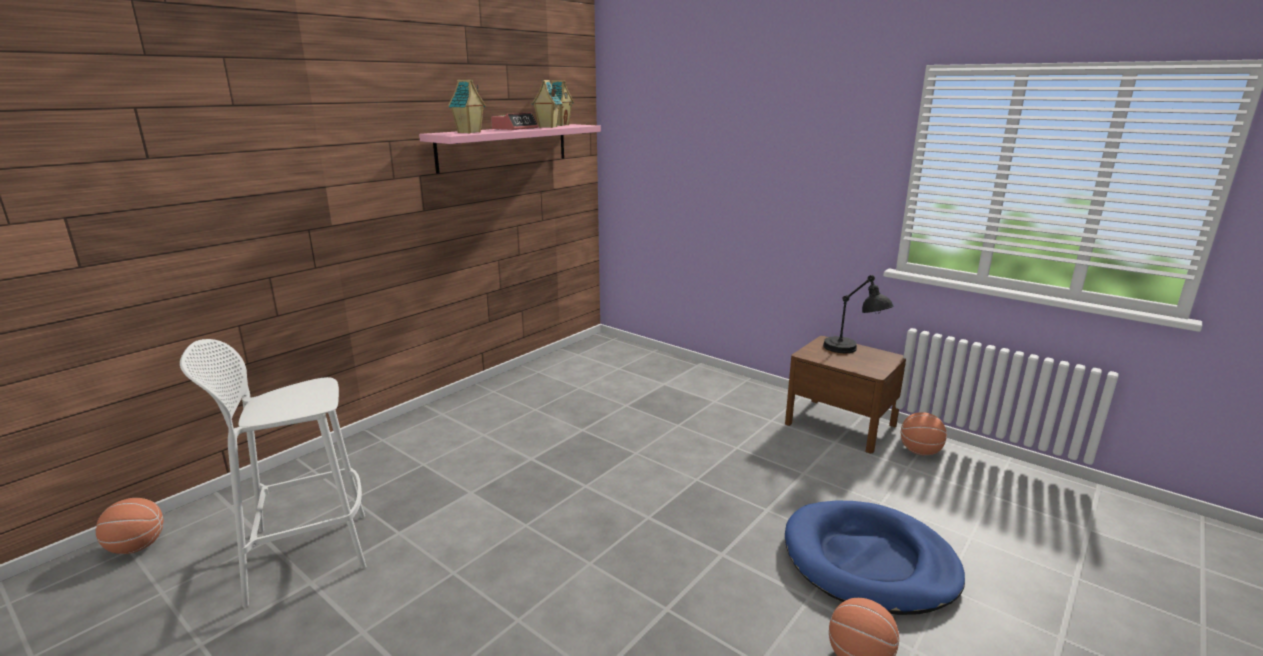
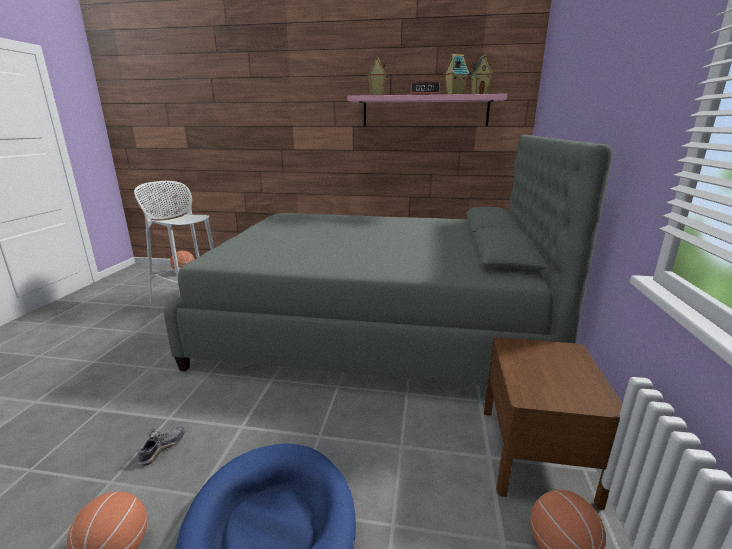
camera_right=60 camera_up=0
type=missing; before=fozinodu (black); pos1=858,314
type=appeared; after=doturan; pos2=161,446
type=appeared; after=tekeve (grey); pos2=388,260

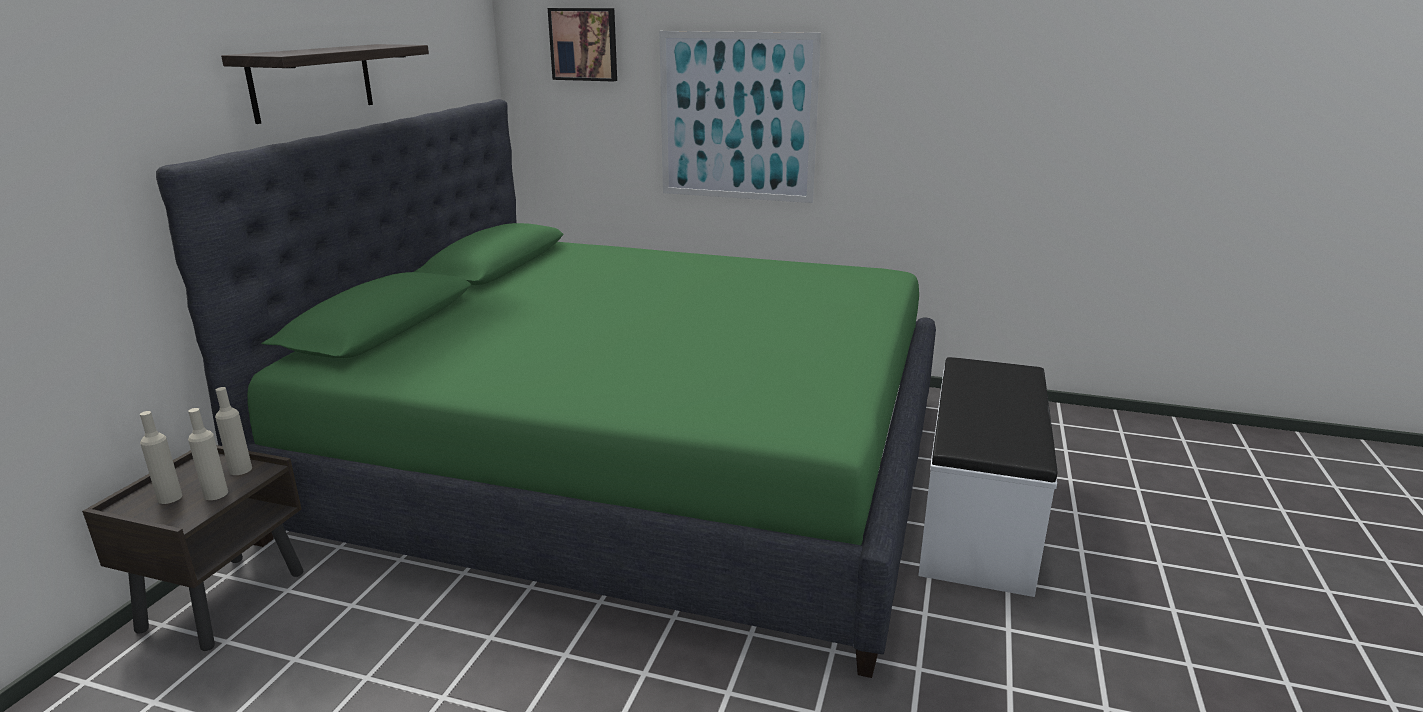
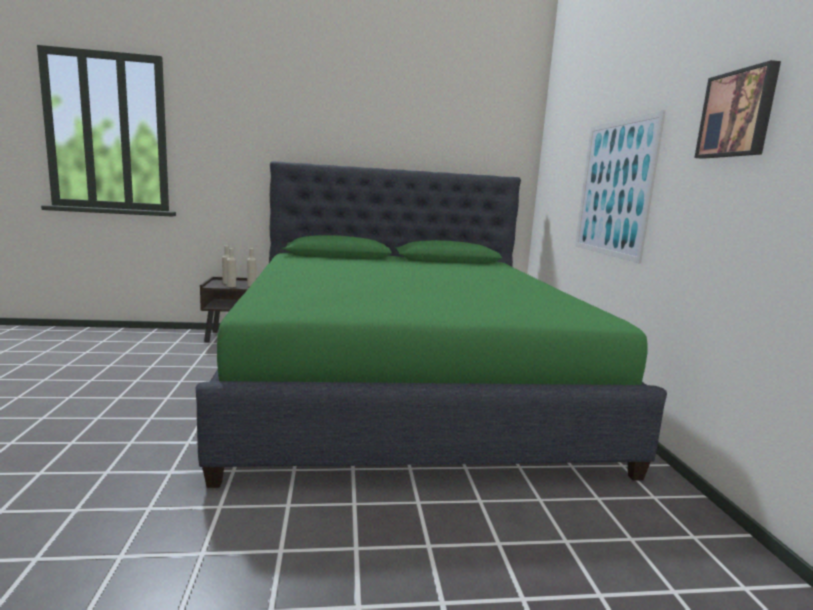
camera_right=65 camera_up=-10
type=missing; before=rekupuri; pos1=325,84
type=missing; before=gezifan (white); pos1=987,477
type=relocated; before=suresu; pos1=582,45; pos2=737,109

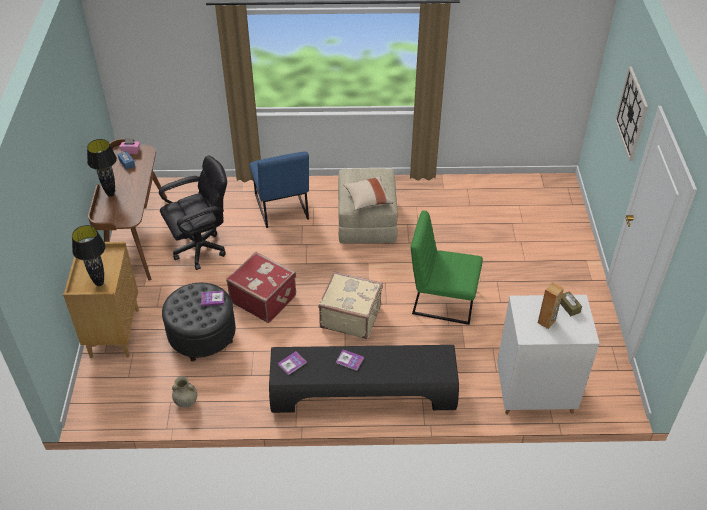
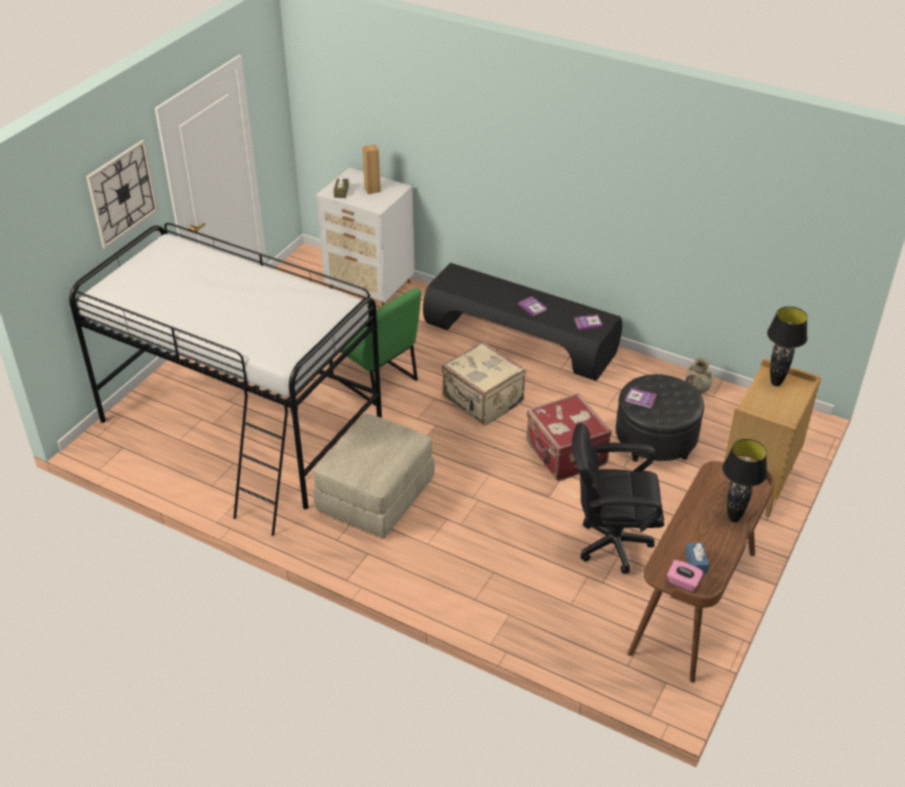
camera_right=-150 camera_up=-5
type=missing; before=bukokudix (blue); pos1=279,190
type=missing; before=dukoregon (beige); pos1=368,193
type=appeared; after=tekeve (black); pos2=225,379

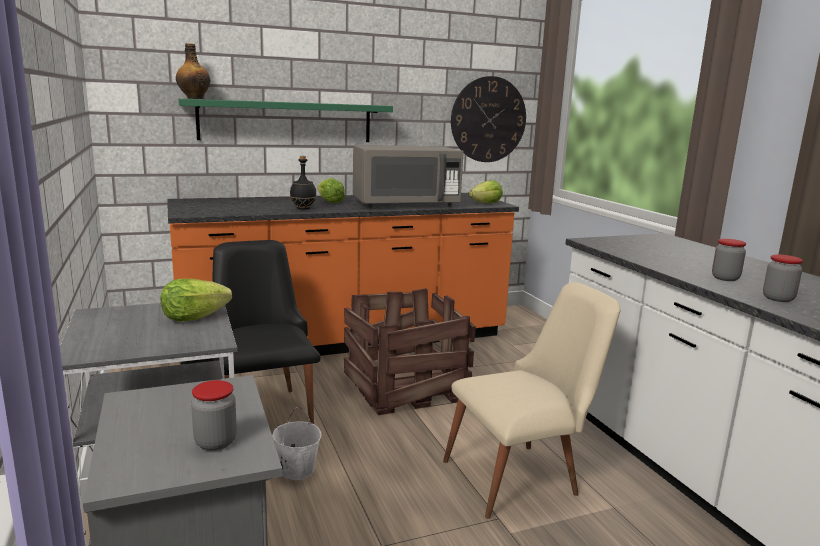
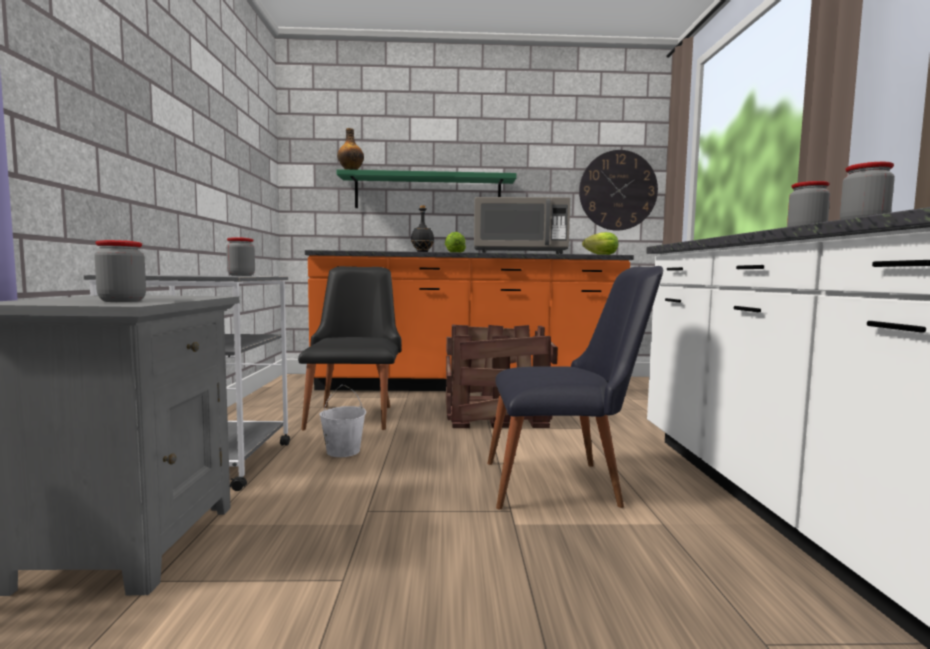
camera_right=20 camera_up=-10
type=exchanged; before=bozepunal; after=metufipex; pos1=196,300; pos2=240,256
type=colour; before=bukokudix (beige); after=bukokudix (black); pos1=531,400; pos2=575,387

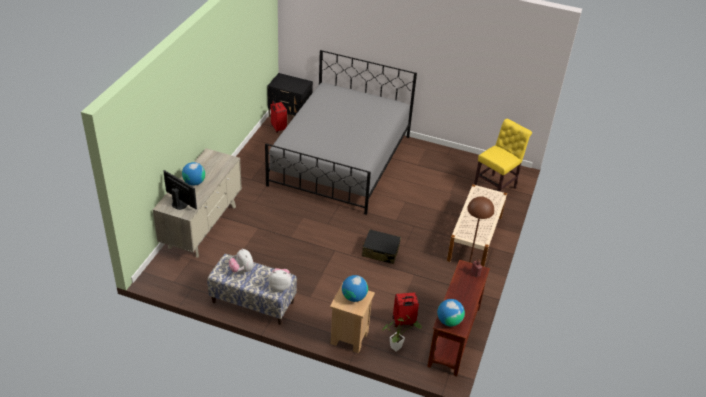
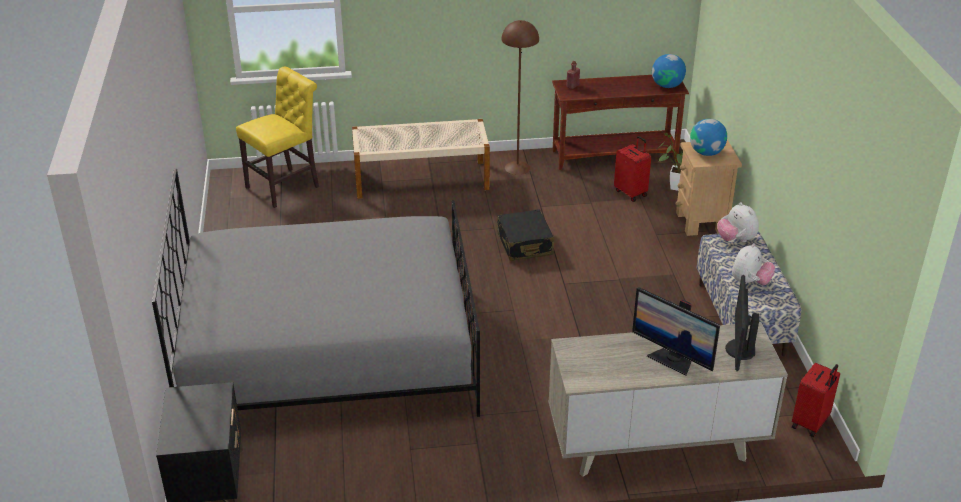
camera_right=-115 camera_up=-5
type=relocated; before=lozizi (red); pos1=279,116; pos2=816,400
type=exchanged; before=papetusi; after=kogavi; pos1=193,174; pos2=676,332
type=spun; before=bukokudix (yellow); pos1=503,155; pos2=277,137; turn=120

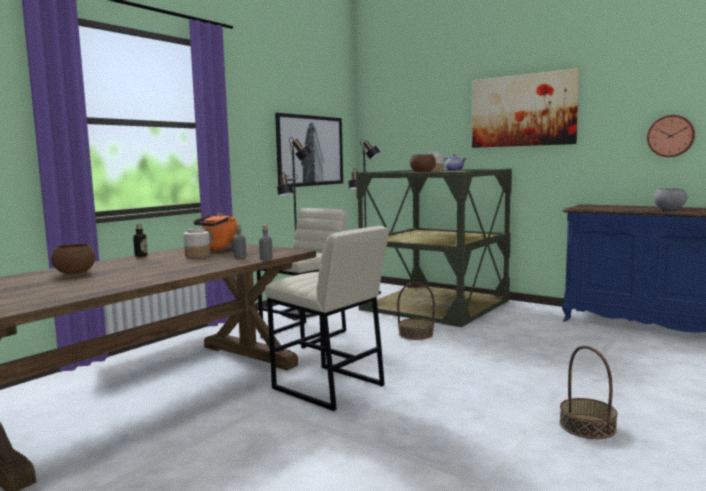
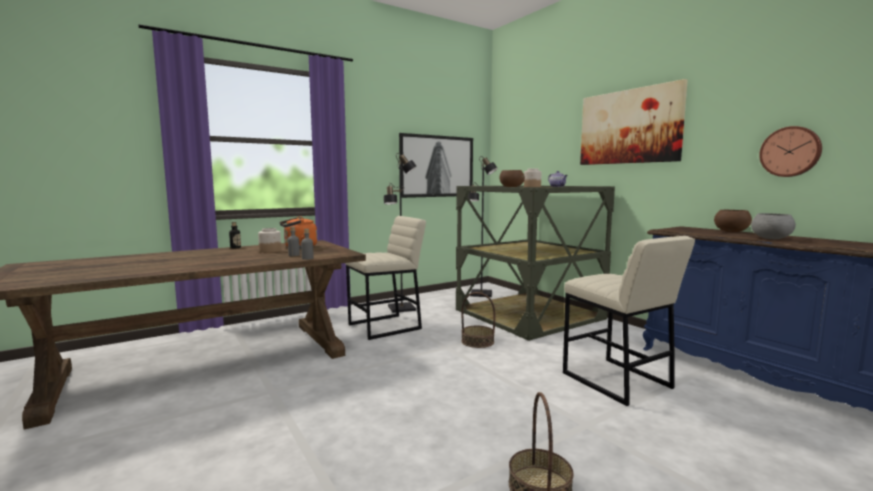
camera_right=20 camera_up=0
type=relocated; before=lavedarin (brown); pos1=73,259; pos2=733,221
type=relocated; before=bukokudix (beige); pos1=327,318; pos2=629,321

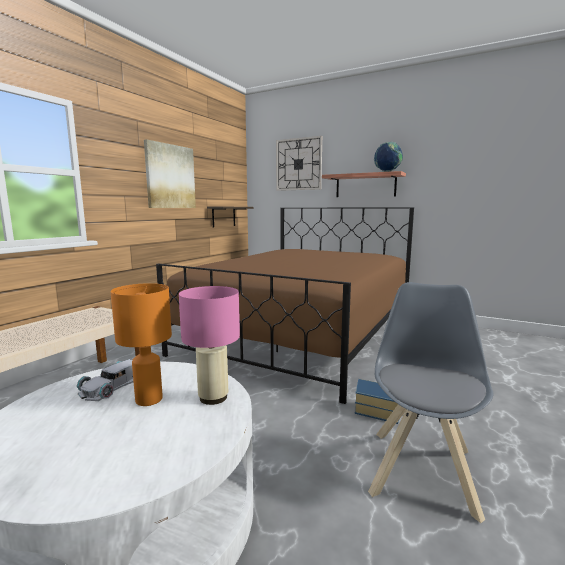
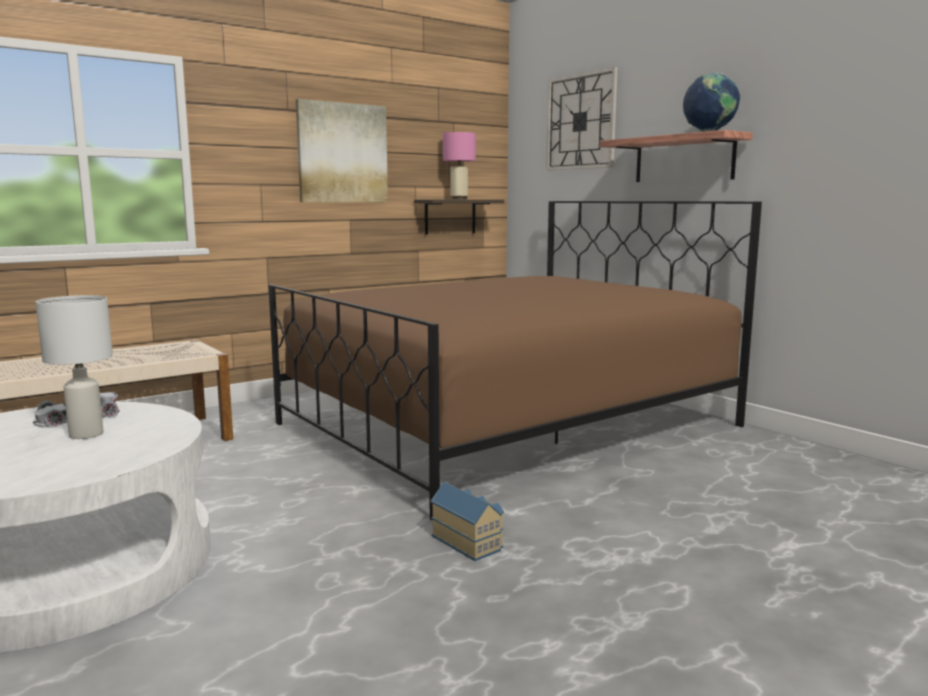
camera_right=25 camera_up=0
type=missing; before=bukokudix (grey); pos1=431,402
type=relocated; before=fozinodu (pink); pos1=209,345; pos2=459,165
type=colour; before=fozinodu (orange); after=fozinodu (white); pos1=141,344; pos2=74,367

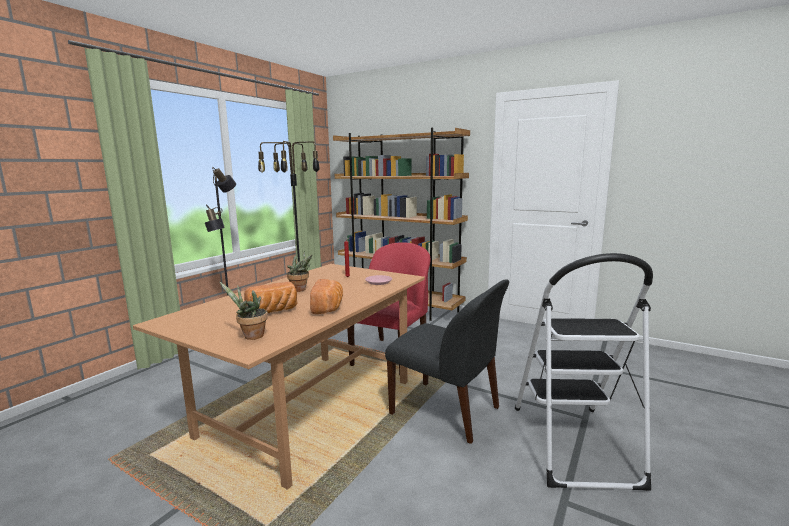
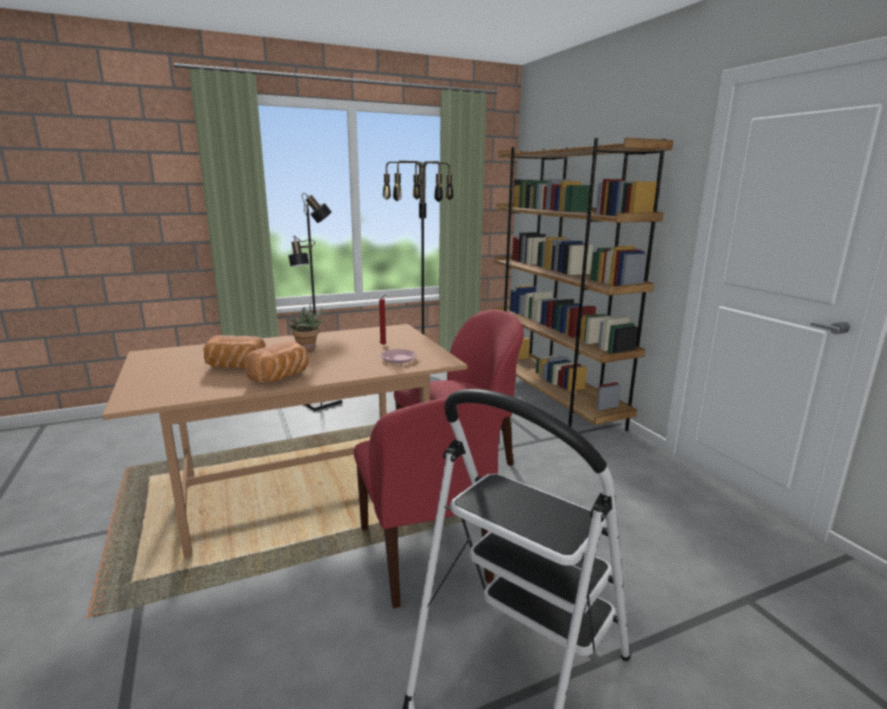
camera_right=35 camera_up=5
type=missing; before=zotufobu; pos1=243,311
type=colour; before=bukokudix (black); after=bukokudix (red); pos1=447,361; pos2=430,503

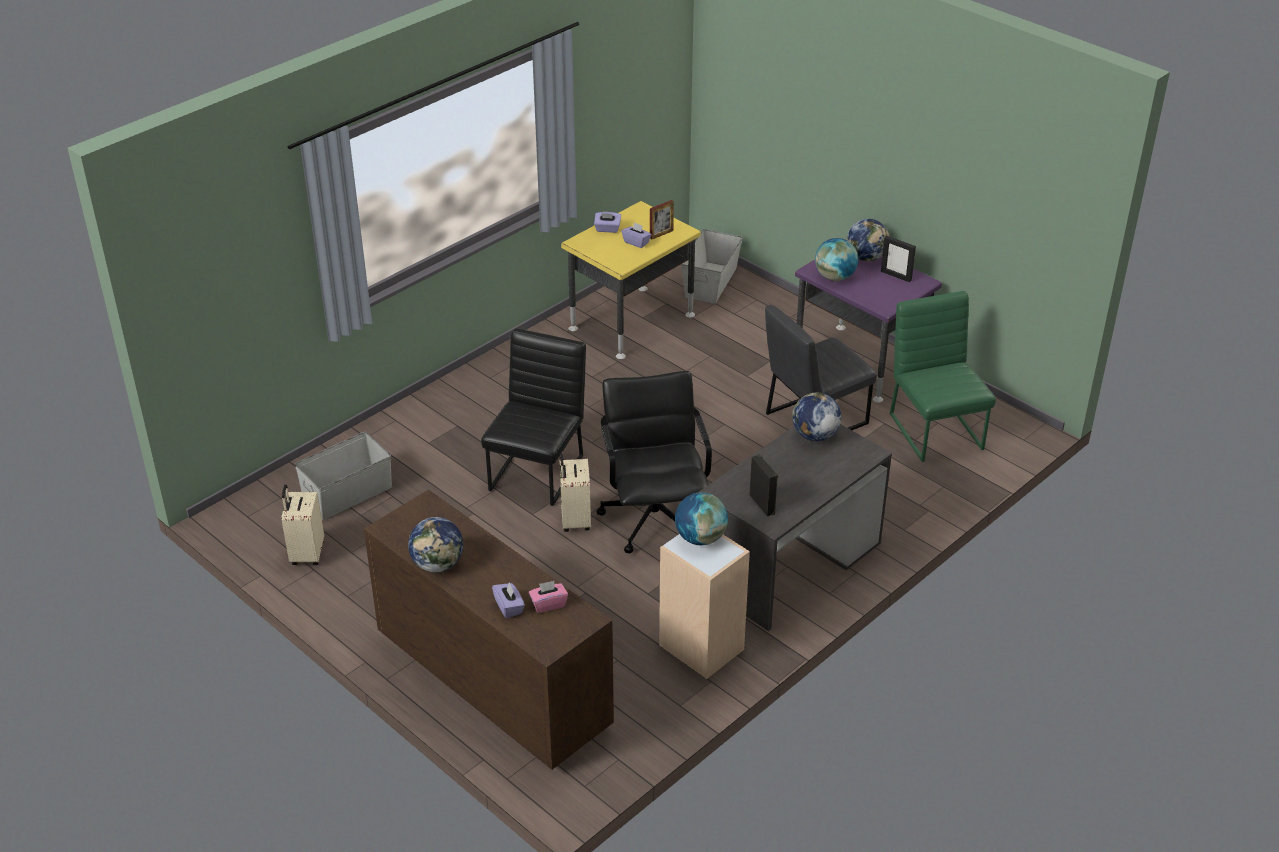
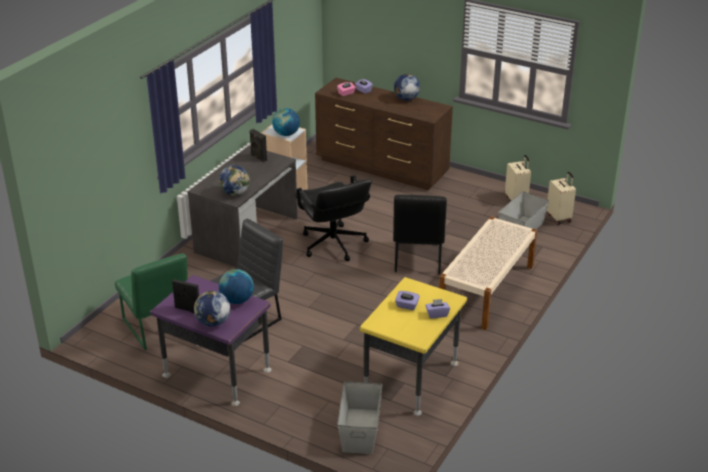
camera_right=165 camera_up=-5
type=missing; before=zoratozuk; pos1=662,219
type=appeared; after=gezifan (beige); pos2=488,273
type=relocated; before=lozizi (beige); pos1=575,492; pos2=561,198

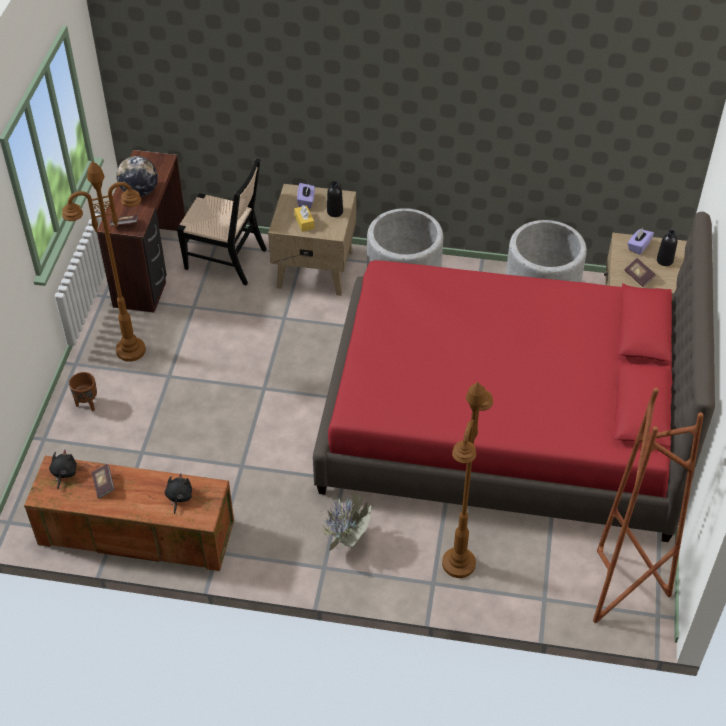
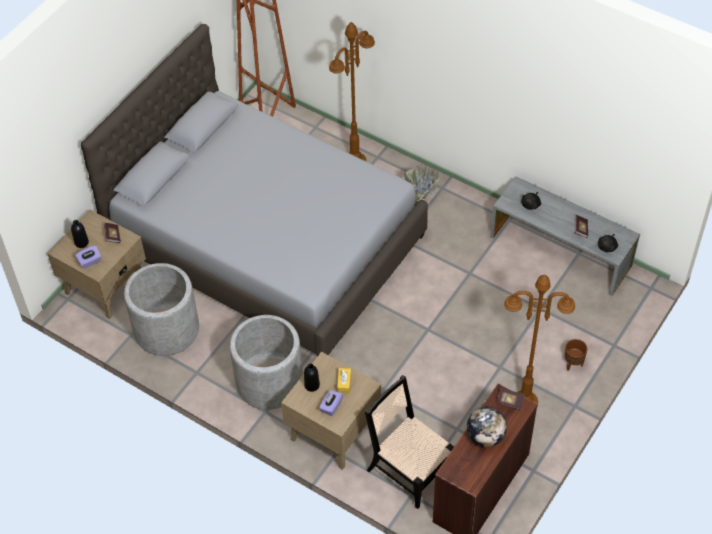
camera_right=-155 camera_up=5
type=colour; before=gezifan (brown); after=gezifan (grey); pos1=129,513; pos2=565,236
type=colour; before=tekeve (red); after=tekeve (grey); pos1=514,376; pos2=254,190

